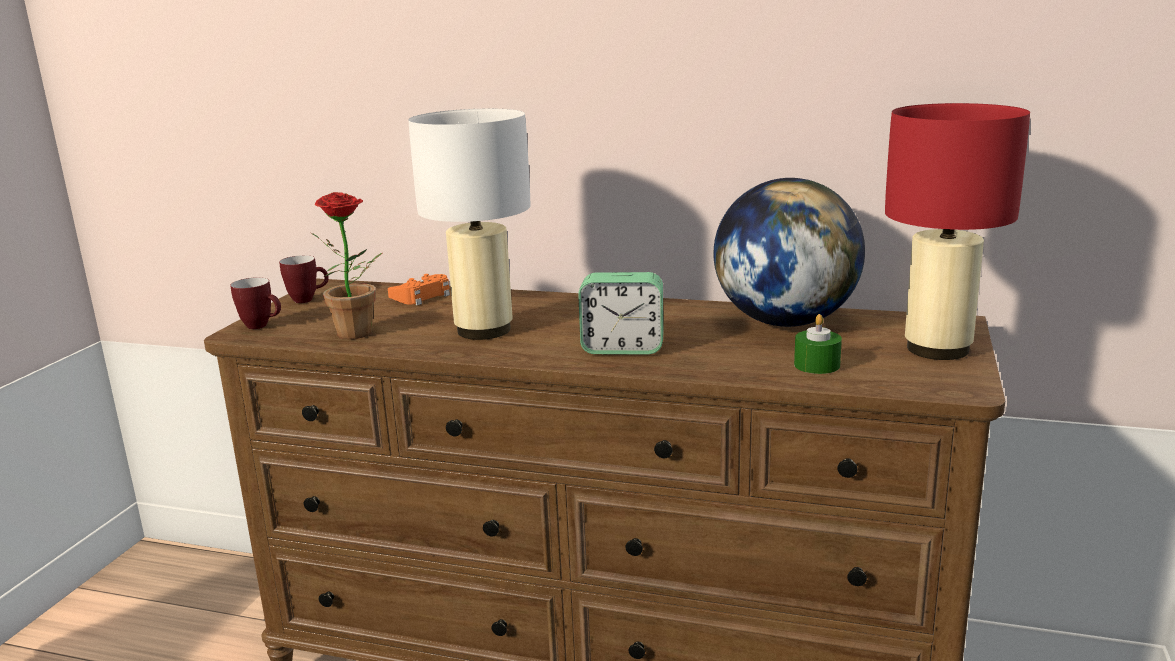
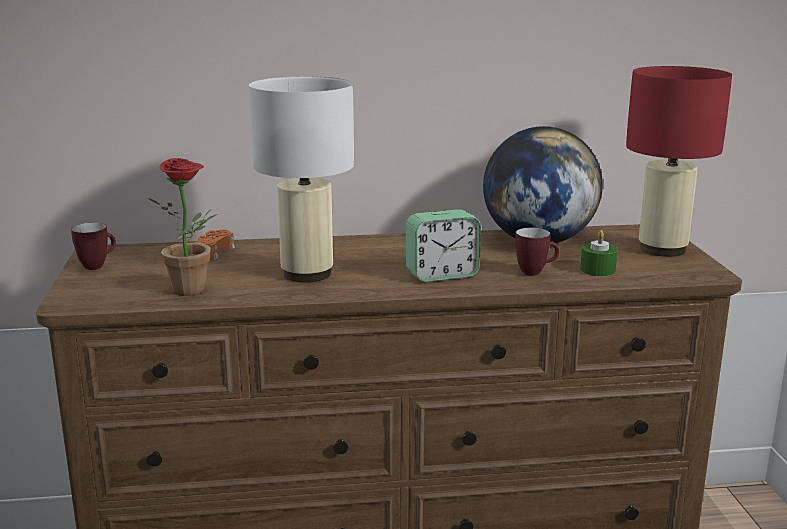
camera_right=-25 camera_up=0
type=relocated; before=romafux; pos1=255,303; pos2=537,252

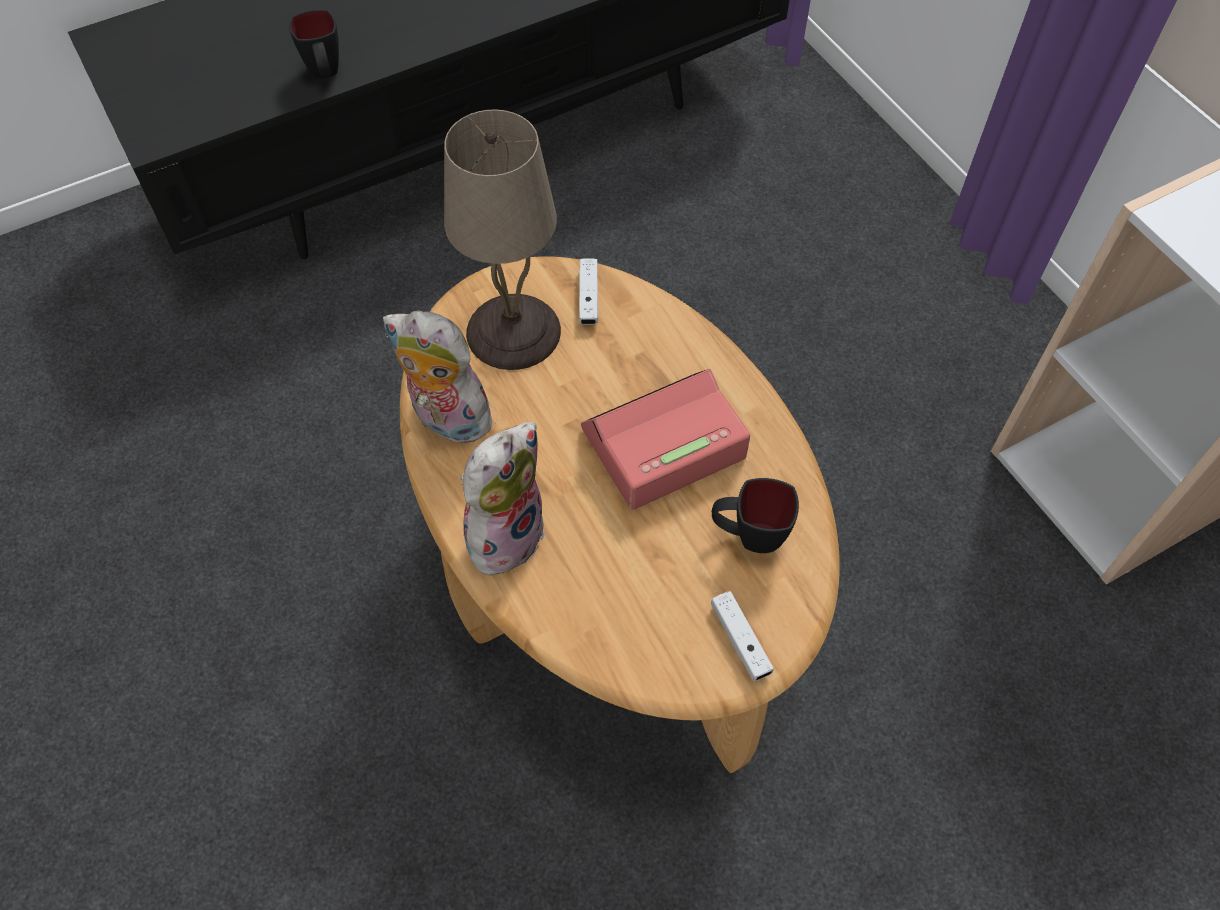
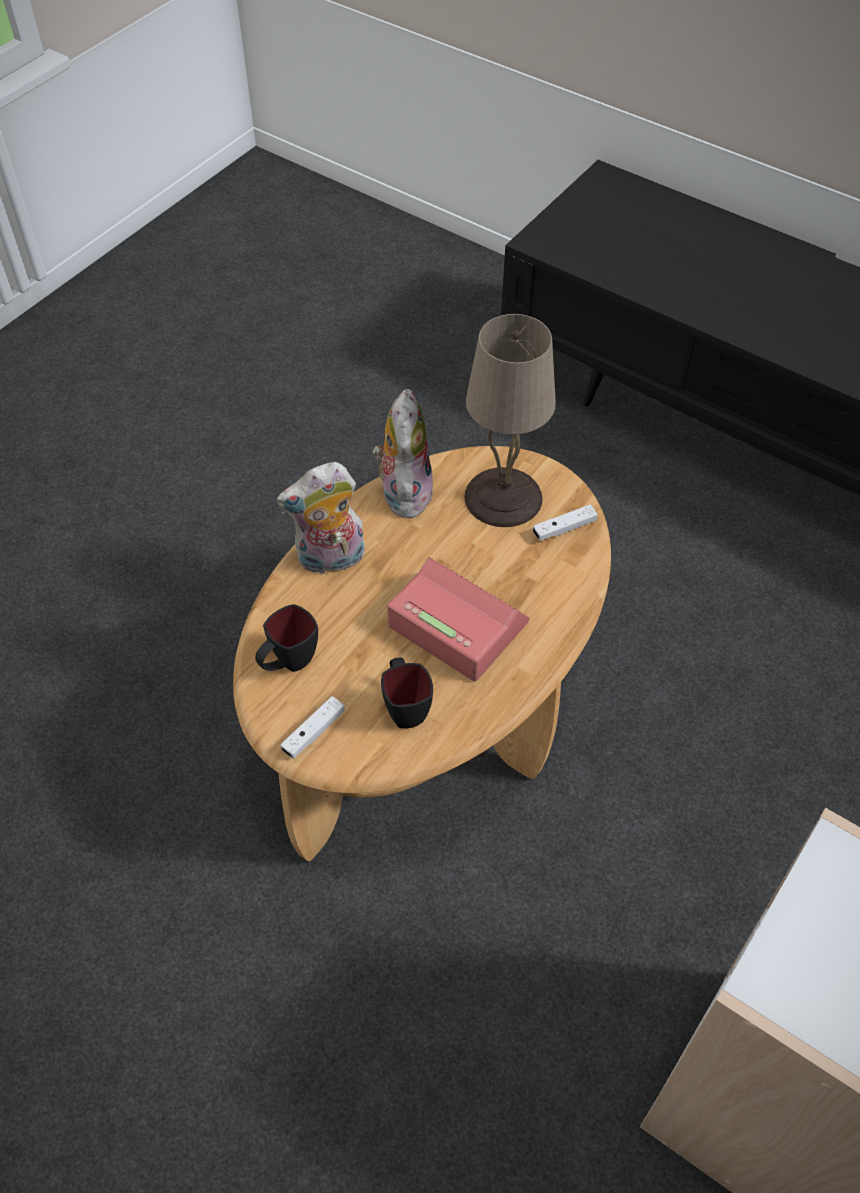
camera_right=65 camera_up=-5
type=relocated; before=romafux (black); pos1=314,43; pos2=286,638
type=spun; before=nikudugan; pos1=503,501; pos2=320,518; turn=150

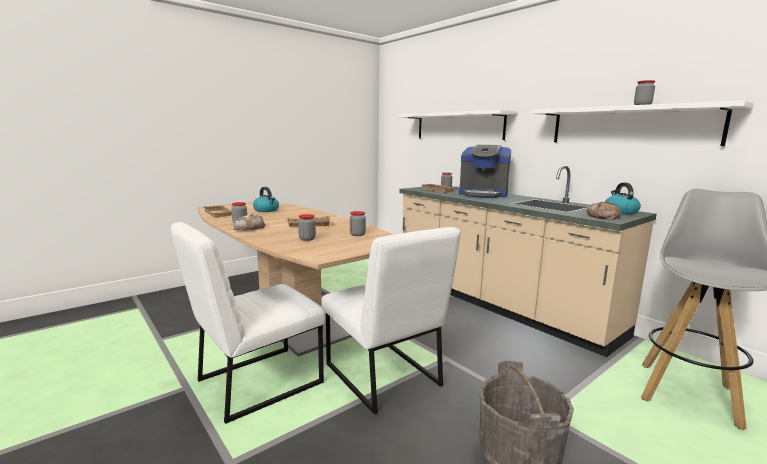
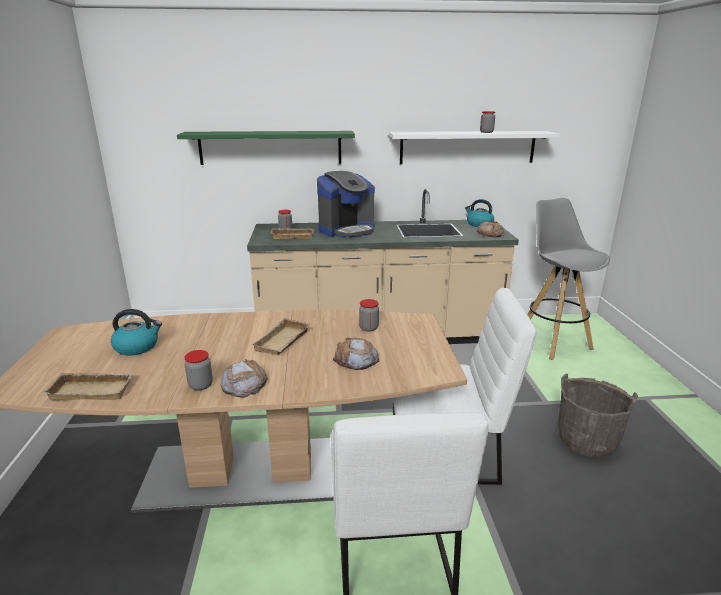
camera_right=-55 camera_up=10
type=exchanged; before=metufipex; after=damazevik; pos1=307,227; pos2=356,354
type=colour; before=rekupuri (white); after=rekupuri (green); pos1=457,125; pos2=266,148

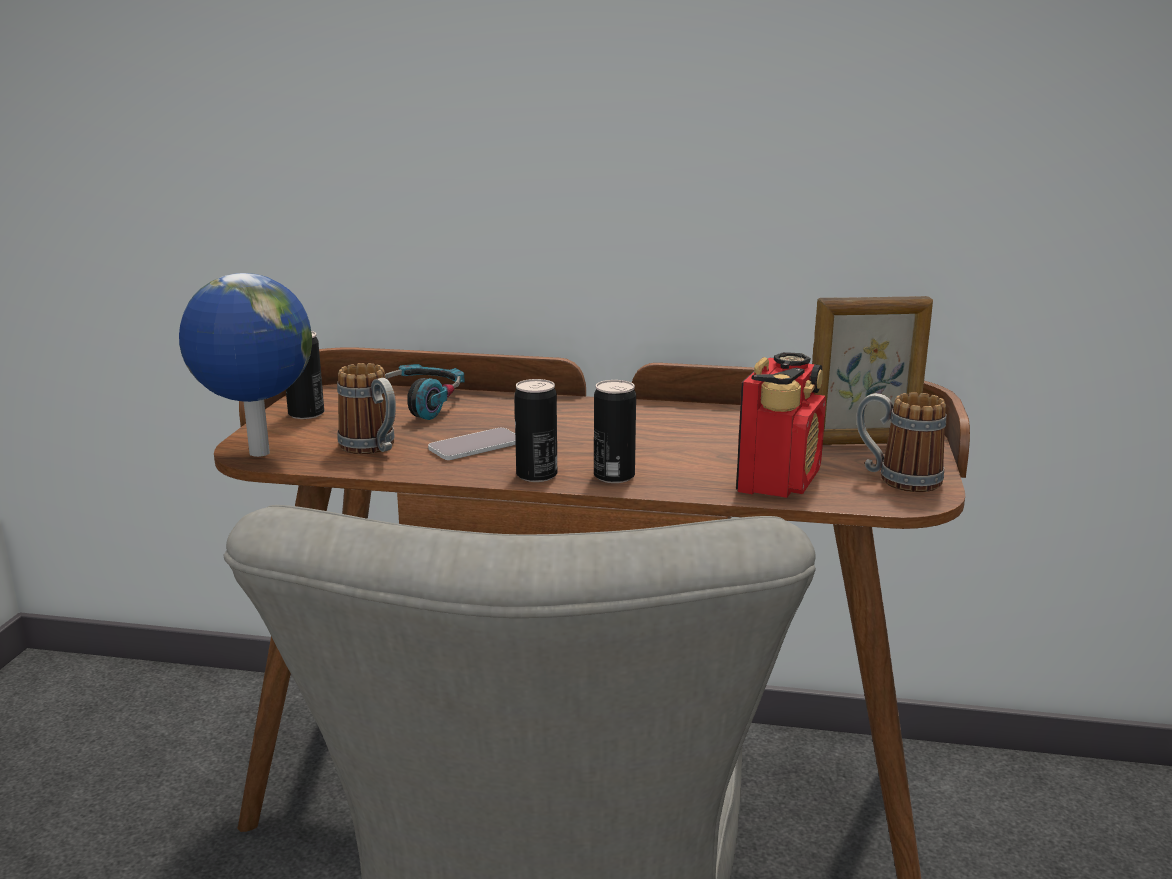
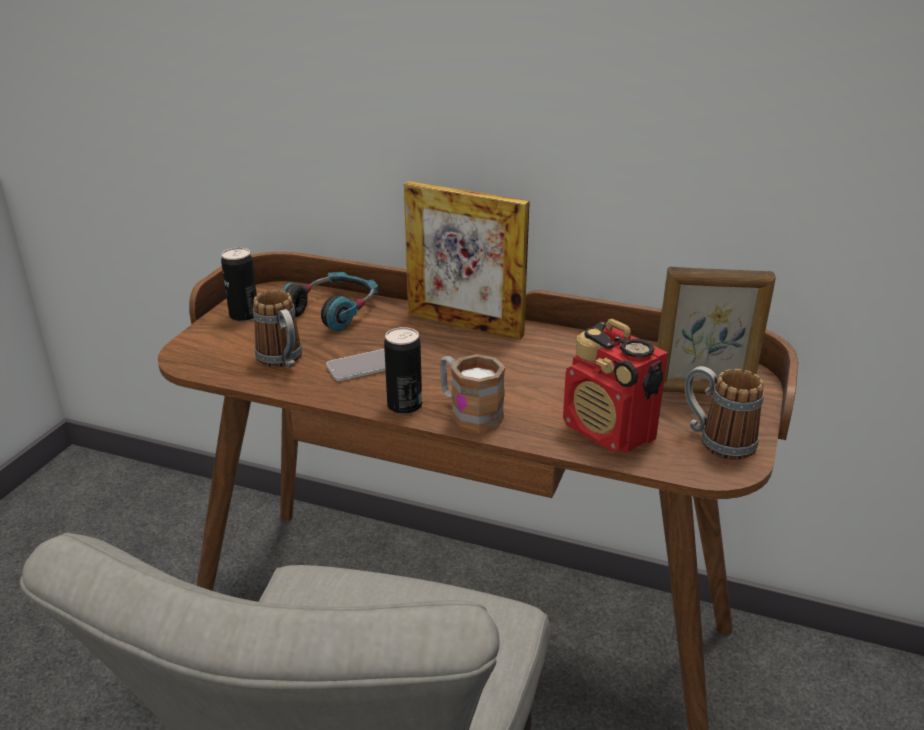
camera_right=10 camera_up=10
type=missing; before=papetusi; pos1=245,365
type=appeared; after=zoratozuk; pos2=467,260
type=exchanged; before=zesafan; after=romafux; pos1=615,431; pos2=473,393
type=spun; before=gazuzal; pos1=781,425; pos2=615,386; turn=105

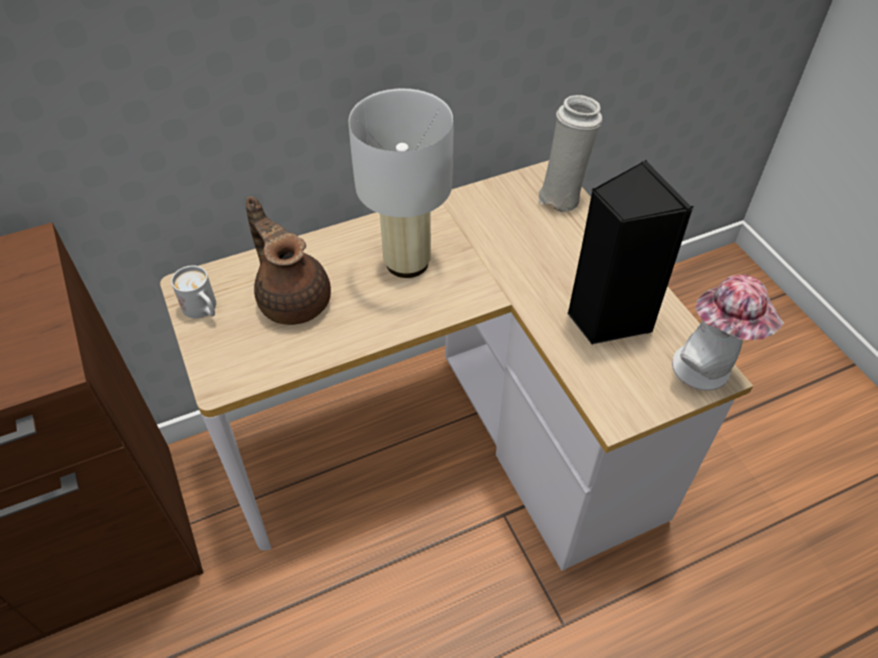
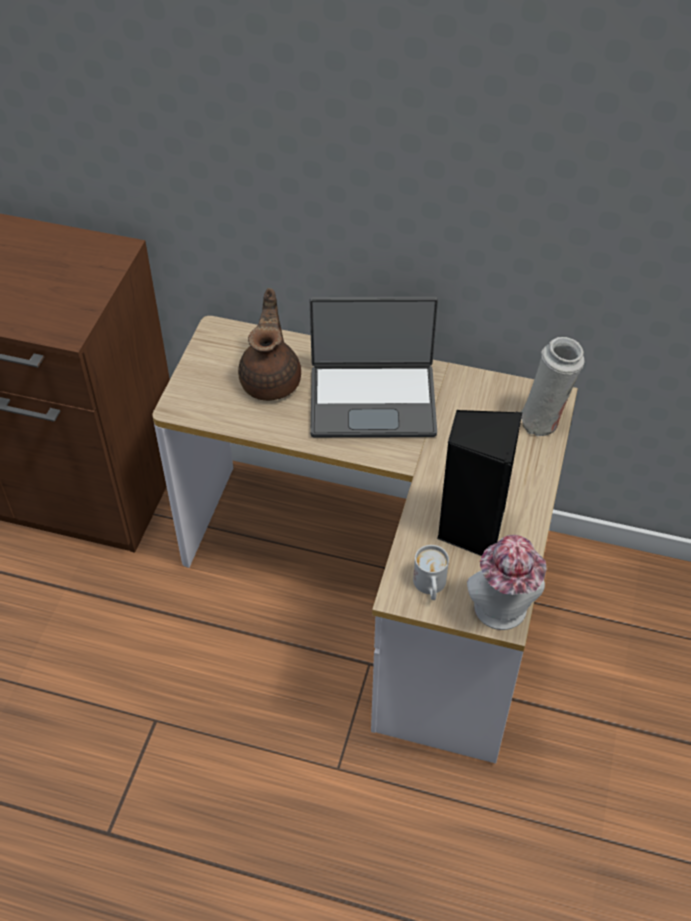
camera_right=40 camera_up=0
type=relocated; before=romafux (white); pos1=193,292; pos2=431,572
type=exchanged; before=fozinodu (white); after=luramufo; pos1=400,183; pos2=374,366

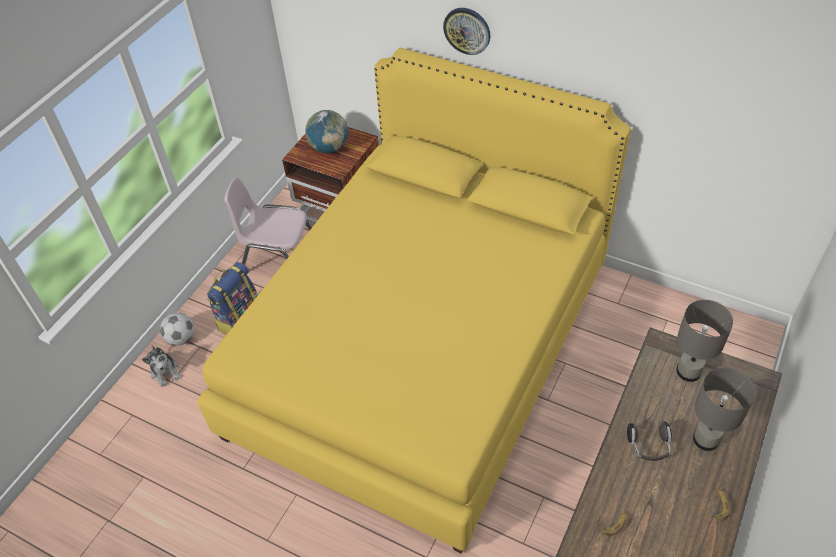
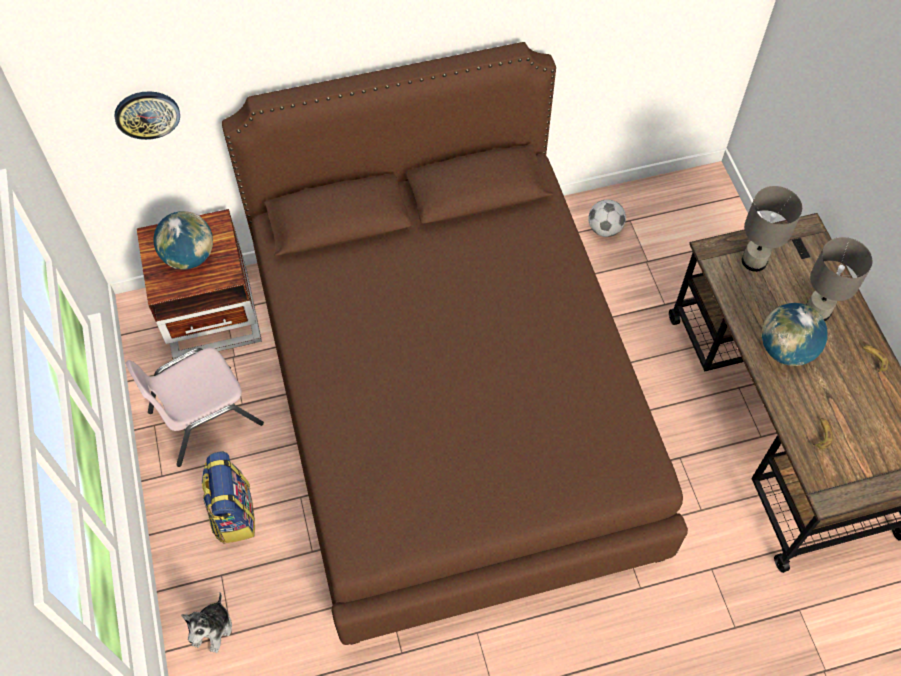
camera_right=-45 camera_up=10
type=relocated; before=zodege; pos1=177,329; pos2=607,218
type=relocated; before=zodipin; pos1=467,31; pos2=147,115
type=exchanged; before=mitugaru; after=papetusi; pos1=649,441; pos2=795,334
type=colour; before=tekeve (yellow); after=tekeve (brown); pos1=414,301; pos2=455,343
type=spun; before=nikudugan; pos1=161,366; pos2=206,622; turn=90

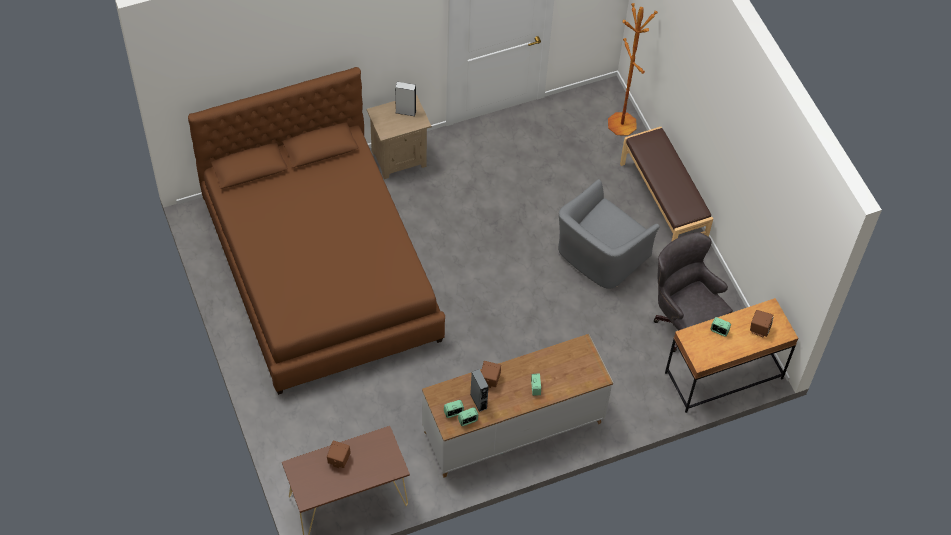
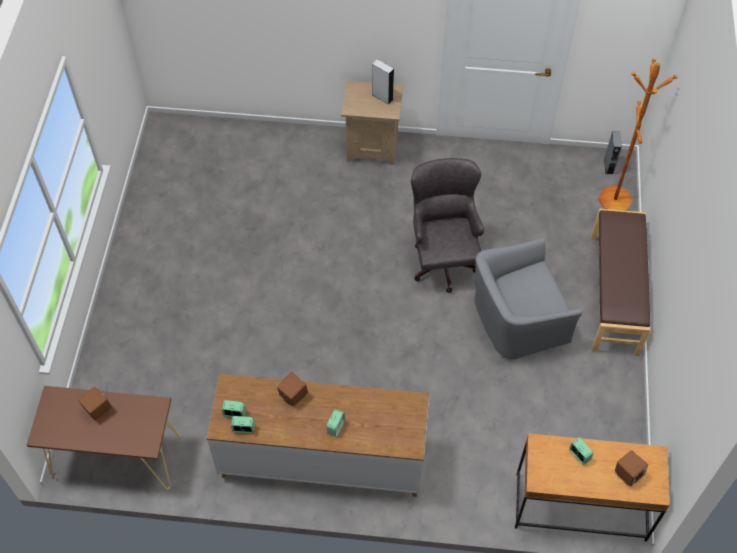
camera_right=30 camera_up=0
type=missing; before=tekeve (brown); pos1=316,231
type=relocated; before=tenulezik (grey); pos1=479,390; pos2=613,152
type=relocated; before=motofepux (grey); pos1=693,292; pos2=447,225

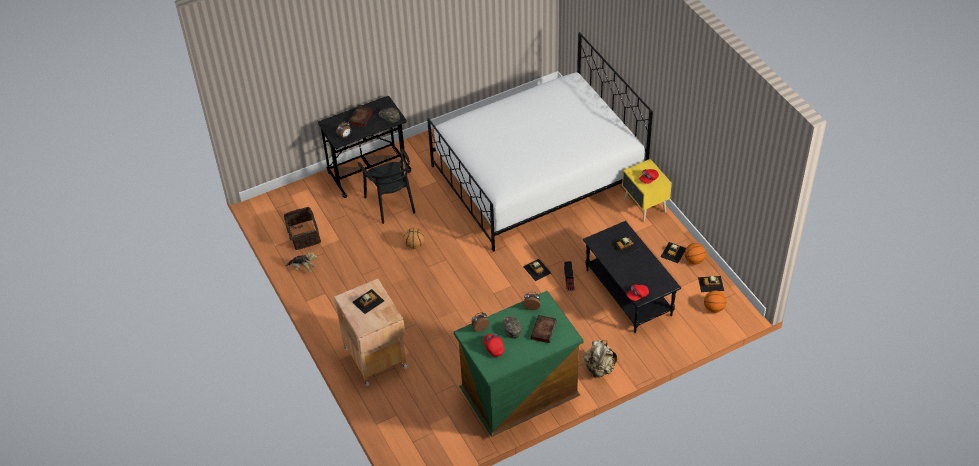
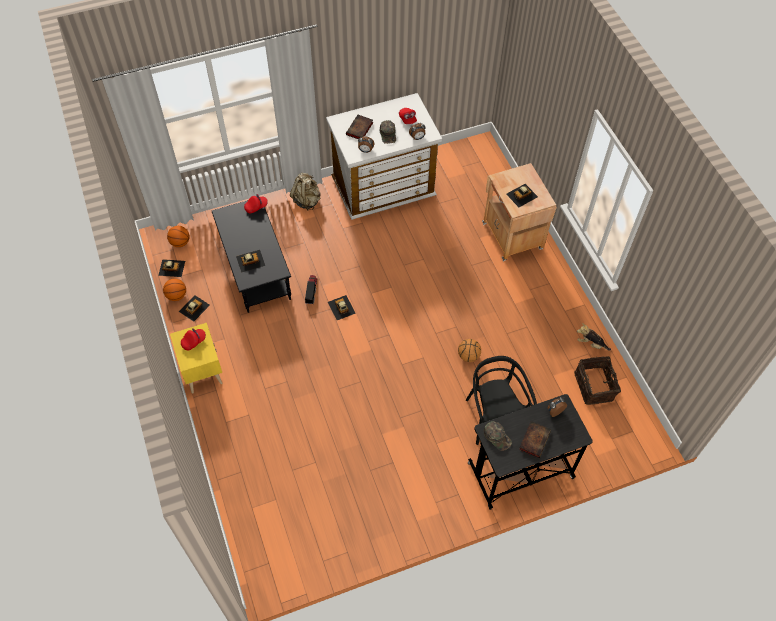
camera_right=-175 camera_up=10
type=missing; before=tekeve (white); pos1=540,142
type=colour; before=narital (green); after=narital (white); pos1=519,364; pos2=384,156

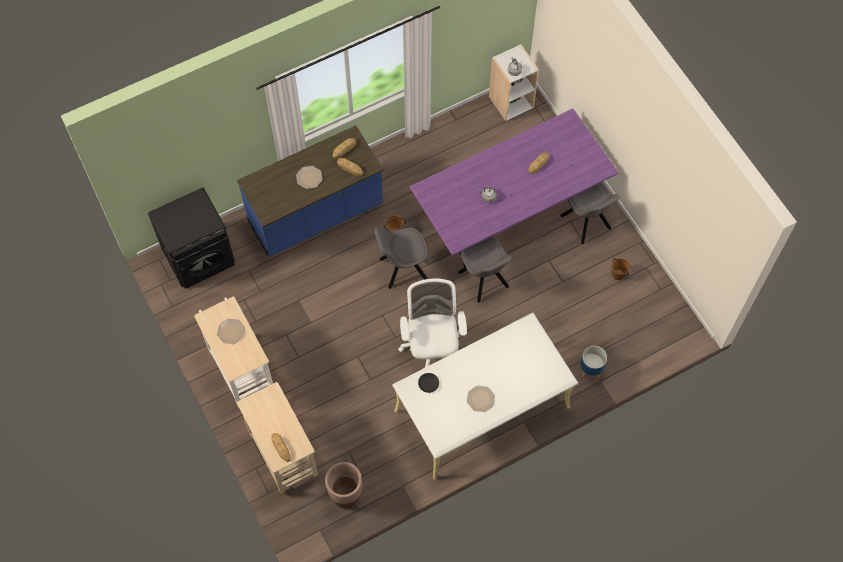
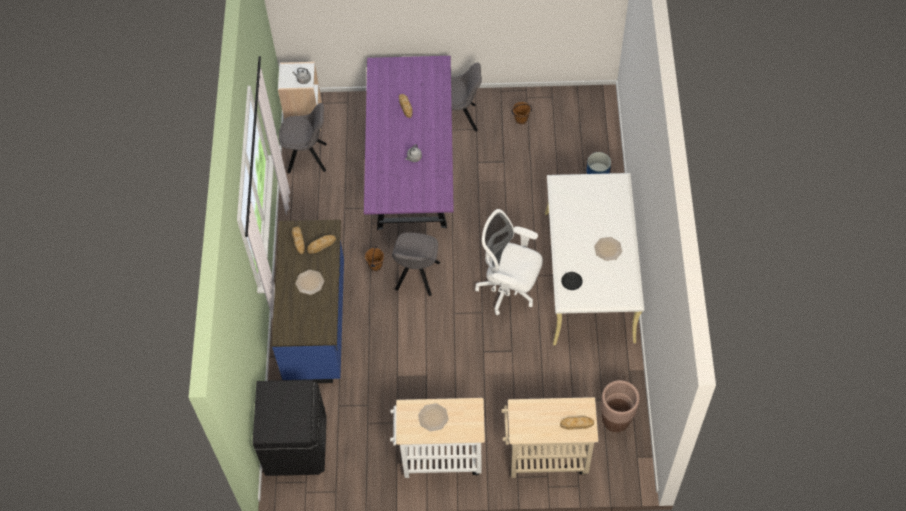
camera_right=-60 camera_up=-5
type=relocated; before=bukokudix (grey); pos1=485,270; pos2=303,138

